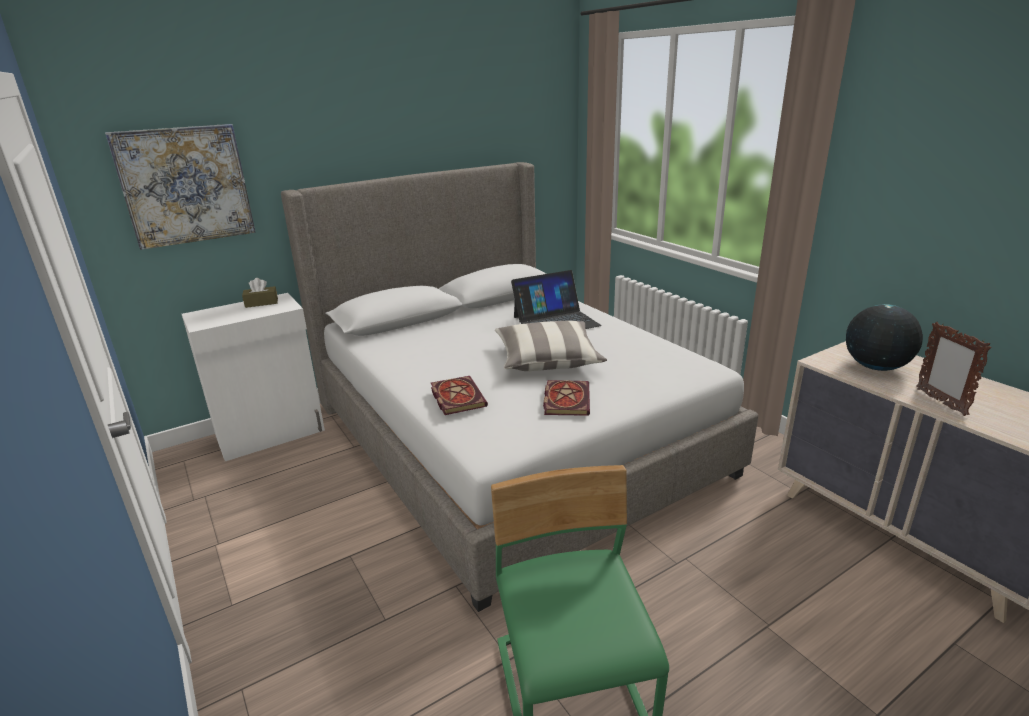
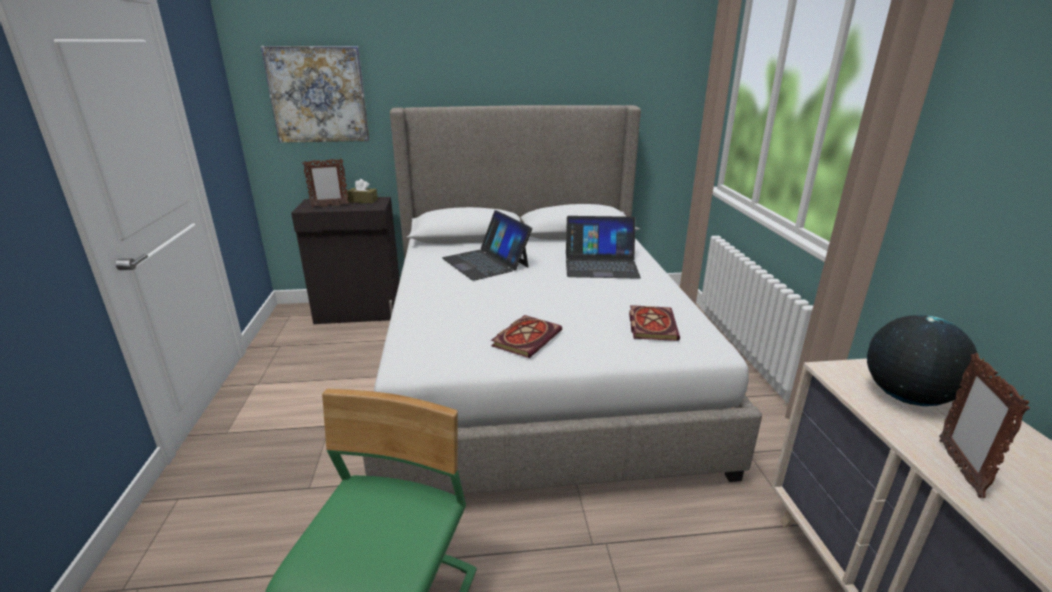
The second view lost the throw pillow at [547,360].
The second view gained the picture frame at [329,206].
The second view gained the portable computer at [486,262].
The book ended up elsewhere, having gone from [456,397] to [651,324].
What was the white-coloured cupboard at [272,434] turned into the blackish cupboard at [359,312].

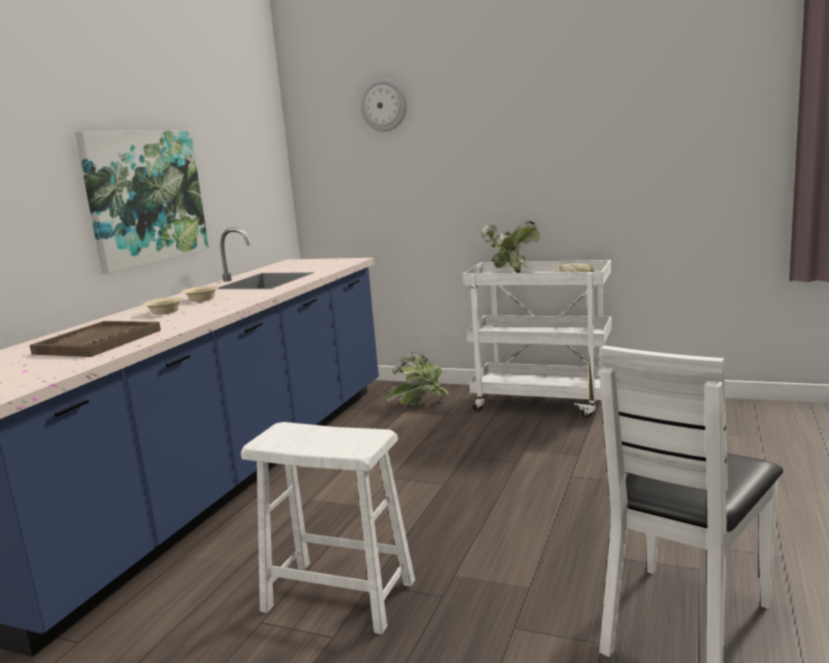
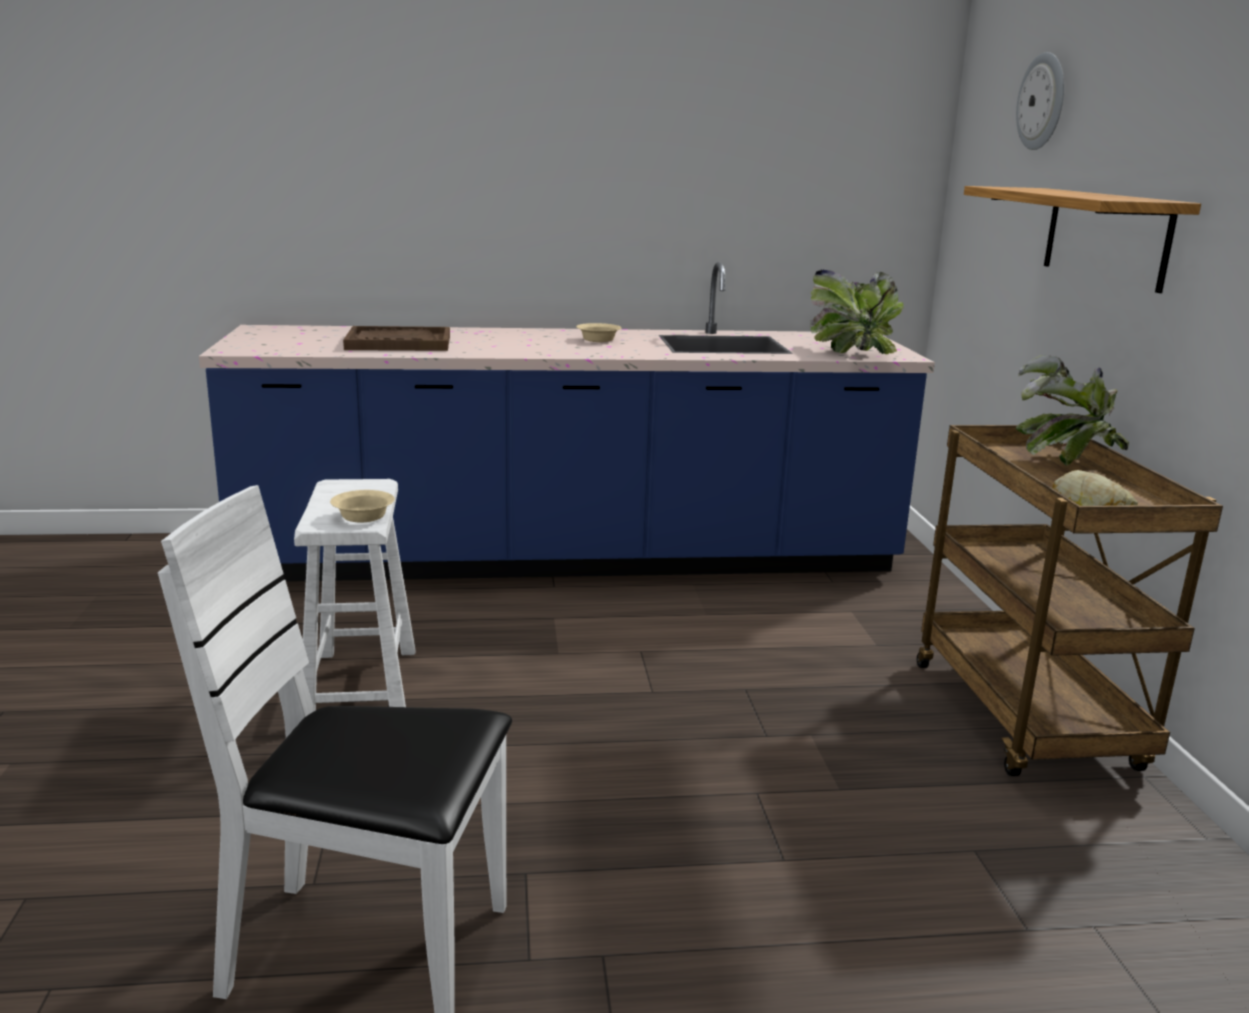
The second view lost the wall picture at [145,197].
The second view gained the shelf at [1105,237].
The beige bowl ended up elsewhere, having gone from [164,312] to [362,517].
The houseplant ended up elsewhere, having gone from [418,403] to [852,353].
What was the white-coloured wheeled cart at [543,402] turned into the brown wheeled cart at [1028,719].

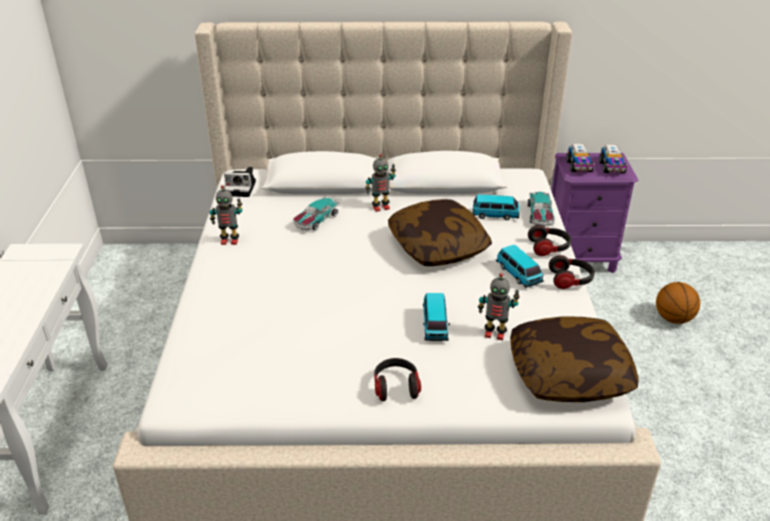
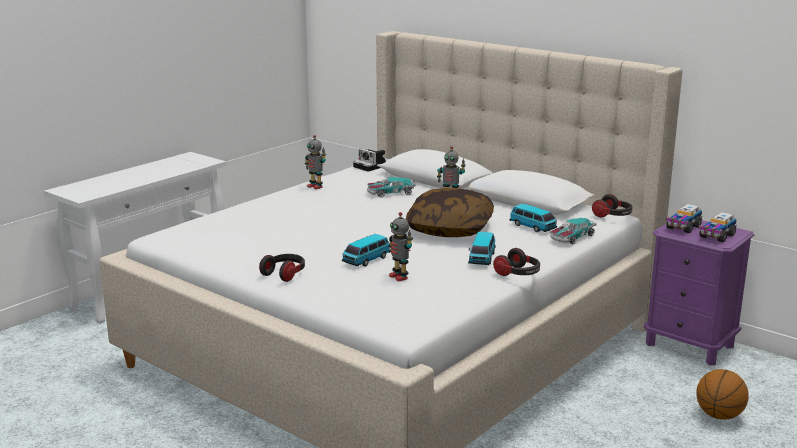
The second view lost the throw pillow at [569,374].
The headphones ended up elsewhere, having gone from [549,248] to [613,215].

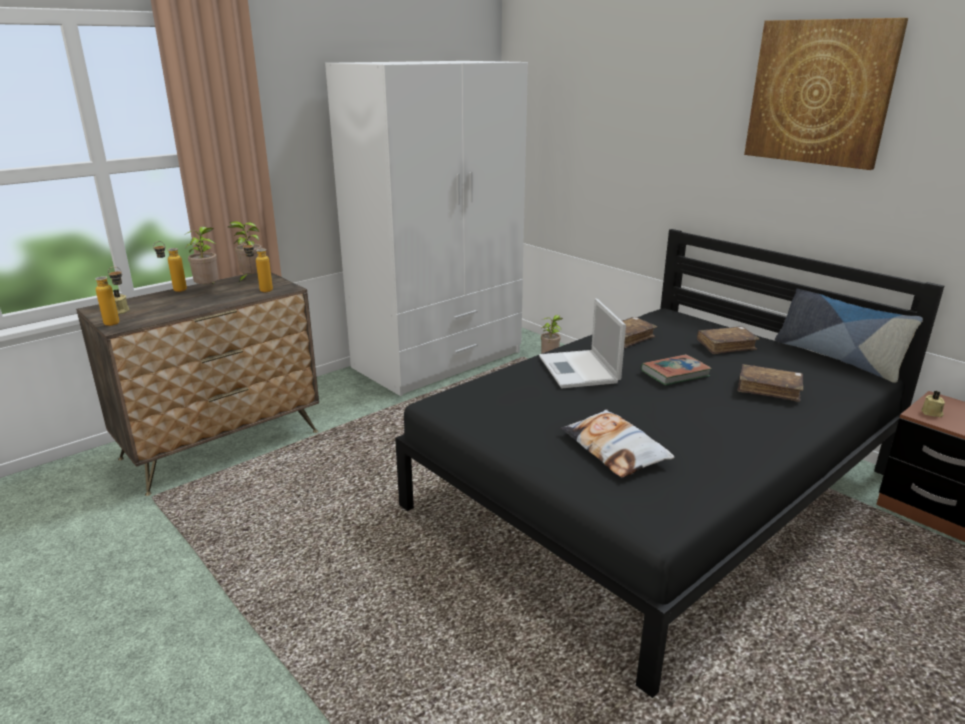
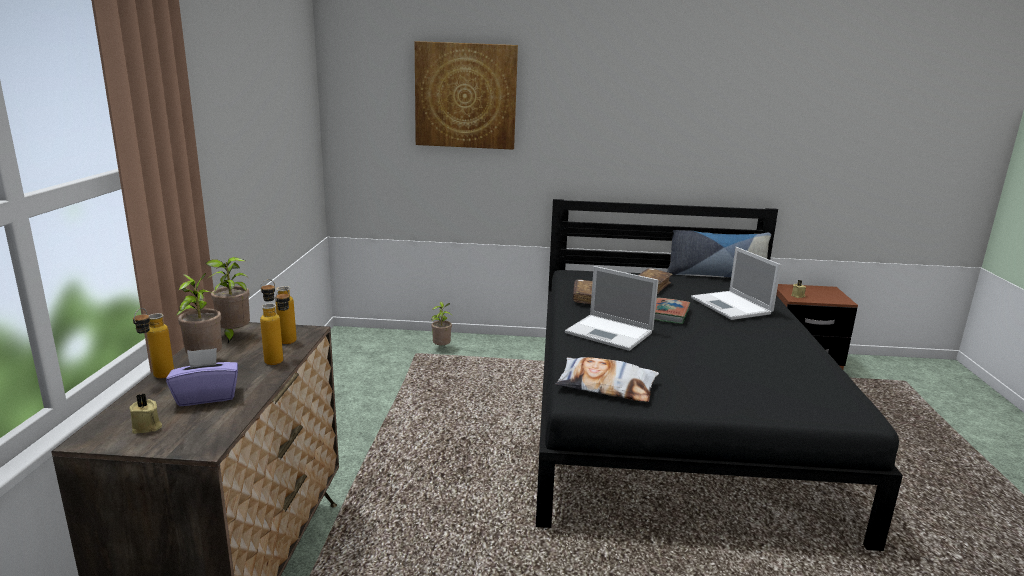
The second view lost the white-coloured armoire at [439,360].
The second view gained the purple tissue box at [207,396].
The beverage bottle ended up elsewhere, having gone from [118,323] to [280,359].
The throw pillow ended up elsewhere, having gone from [614,450] to [606,386].
The wall picture ended up elsewhere, having gone from [820,93] to [465,96].
Where the brown book stood at [769,389], the portable computer came to stand at [732,306].

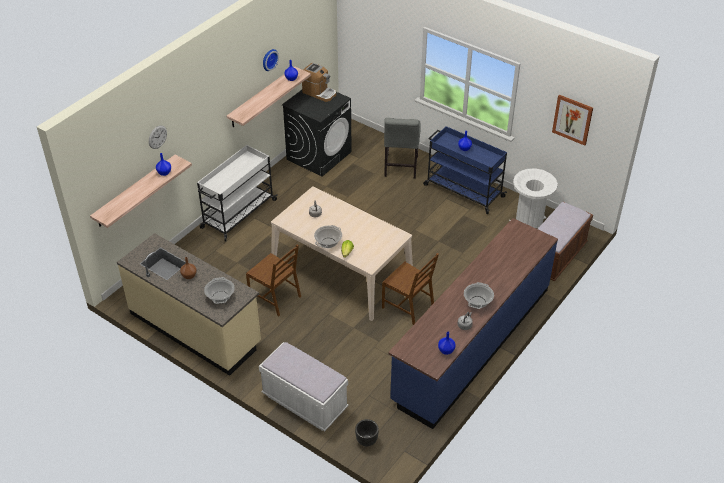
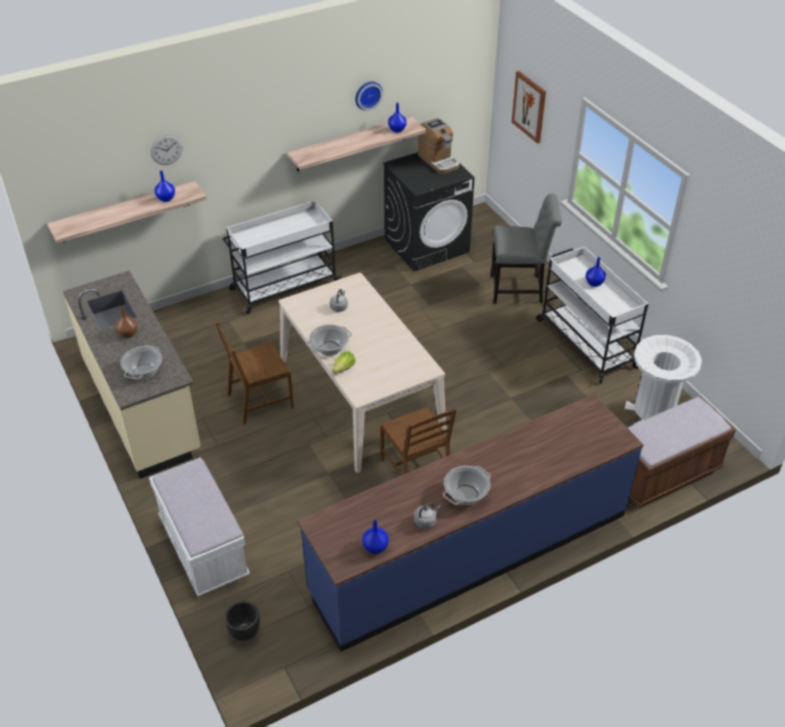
The wall picture ended up elsewhere, having gone from [572,119] to [529,106].
What was the blue-coloured wheeled cart at [463,190] turned into the white-coloured wheeled cart at [585,342].
The brown chair at [276,297] ended up facing another way, 90 degrees clockwise from before.
The greyish chair at [400,168] ended up facing another way, 120 degrees counterclockwise from before.

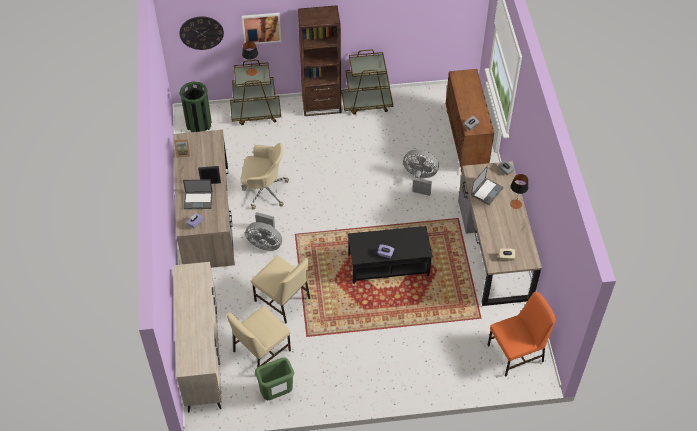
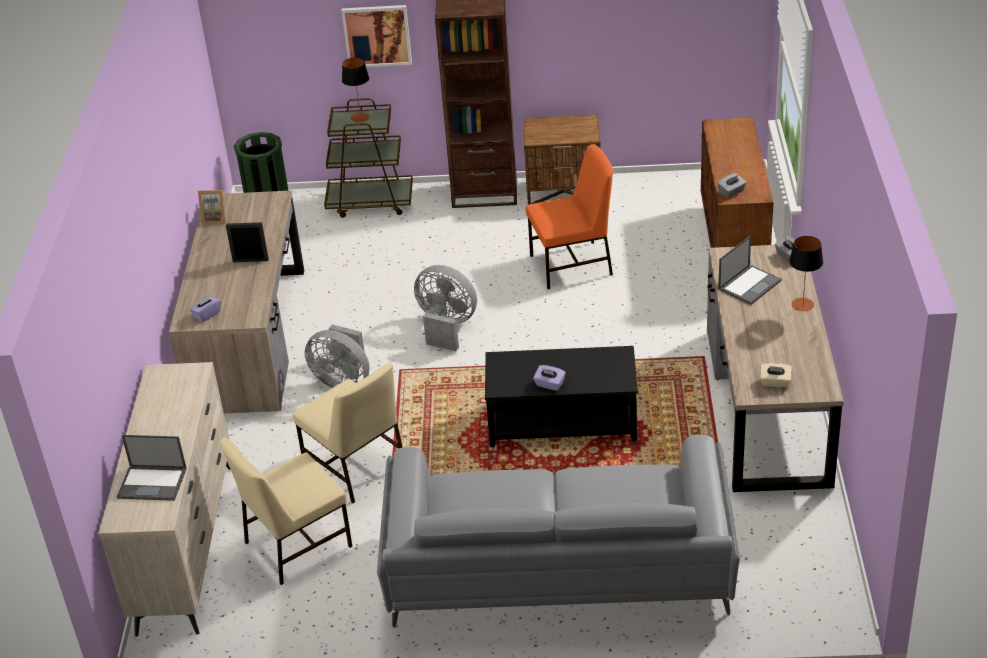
The second view lost the clock on the wall at [201,32].
The second view lost the beige office chair at [264,190].
The second view lost the green-coloured trash can at [276,394].
The second view gained the greyish couch at [557,574].
The portable computer ended up elsewhere, having gone from [198,200] to [153,483].
The greyish cooling fan ended up elsewhere, having gone from [420,179] to [446,327].
The orangey chair ended up elsewhere, having gone from [516,353] to [573,265].
Where the brown wheeled cart stood at [367,103], the brown nightstand came to stand at [564,192].

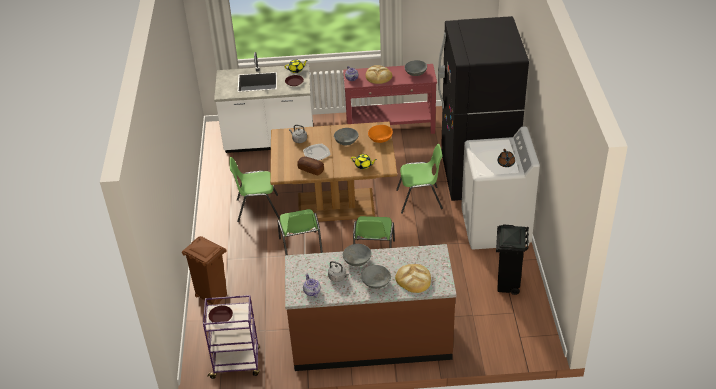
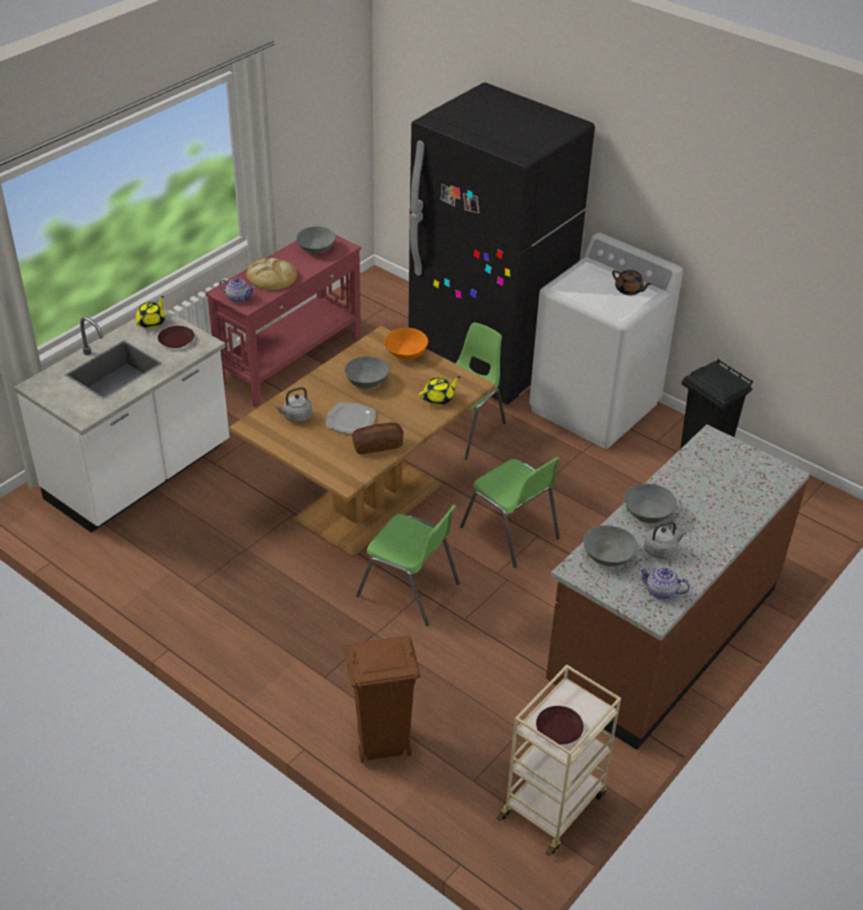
The second view lost the green-coloured chair at [257,208].
The second view lost the bakery bread at [413,279].
The greyish bowl ended up elsewhere, having gone from [375,283] to [607,557].
What was the purple wheeled cart at [236,363] turned into the beige wheeled cart at [553,805].

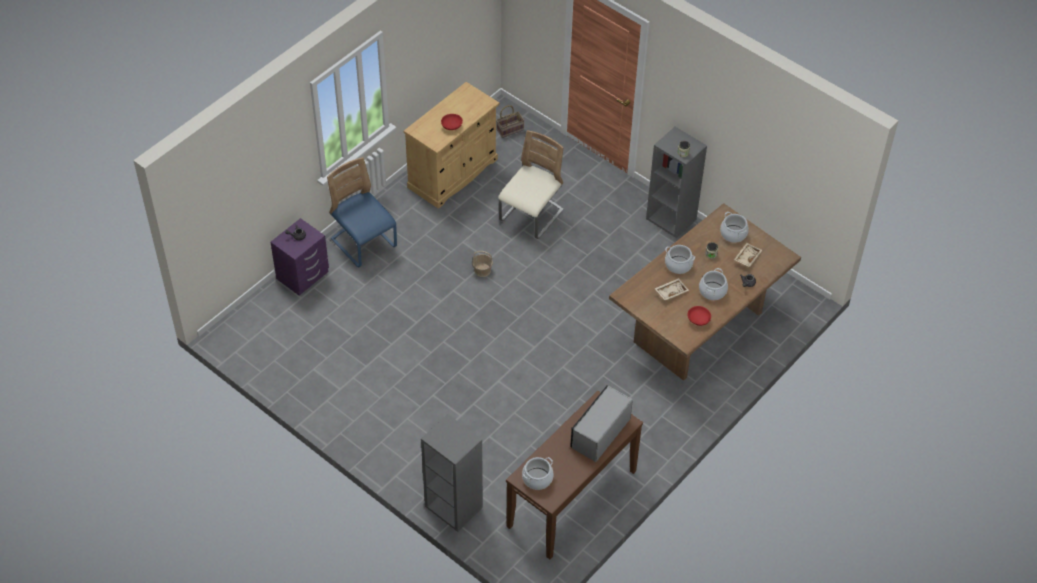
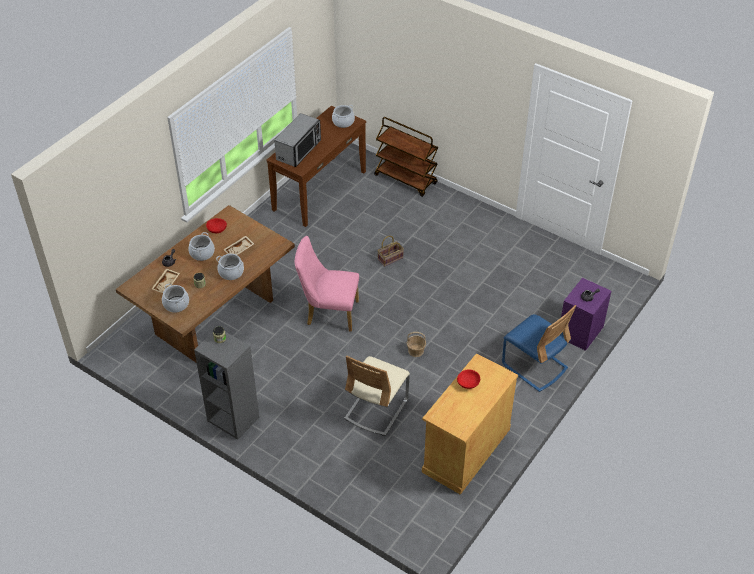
The second view gained the pinkish chair at [328,313].
The basket ended up elsewhere, having gone from [510,129] to [390,259].
Where the greyish bookshelf stood at [453,507], the brown wheeled cart came to stand at [406,179].

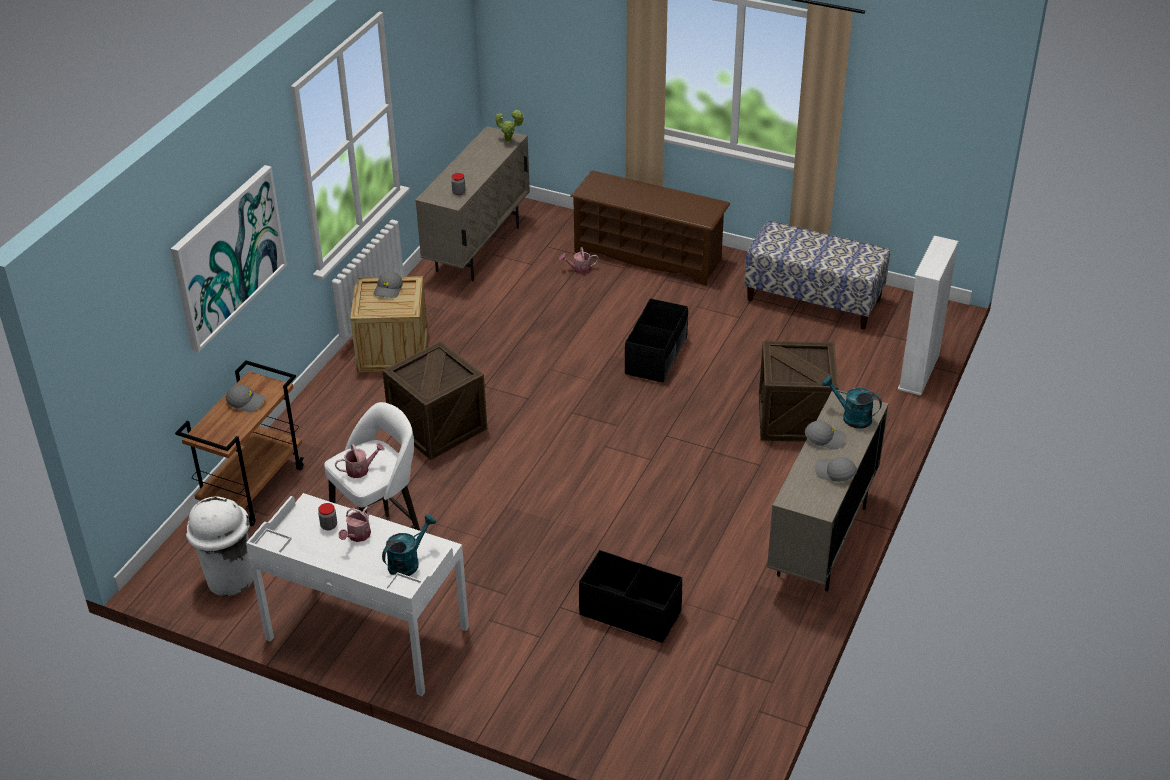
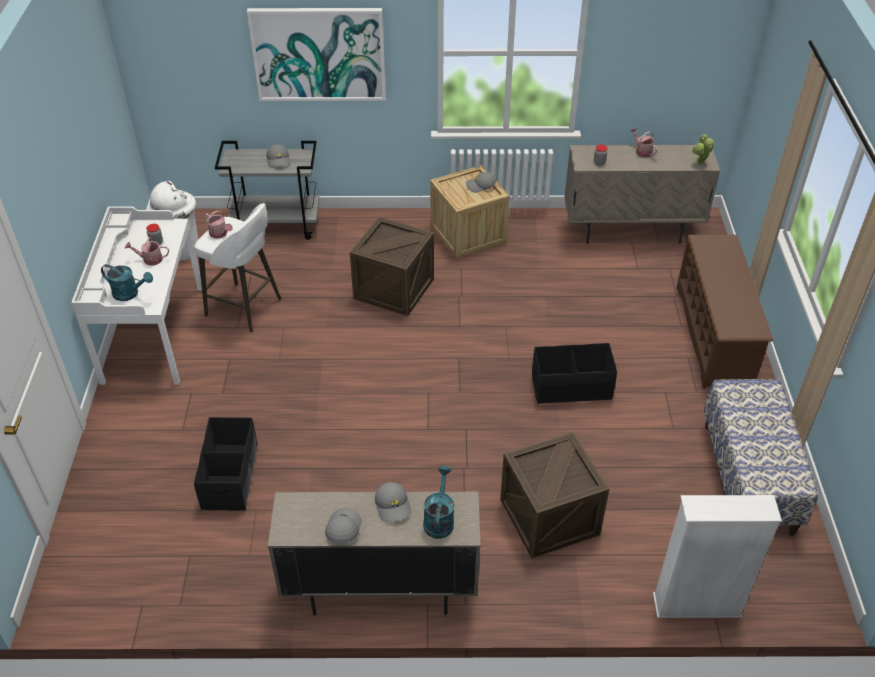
The watering pot ended up elsewhere, having gone from [579,269] to [642,151].
What was the brown wheeled cart at [253,487] turned into the greyish wheeled cart at [277,225].

